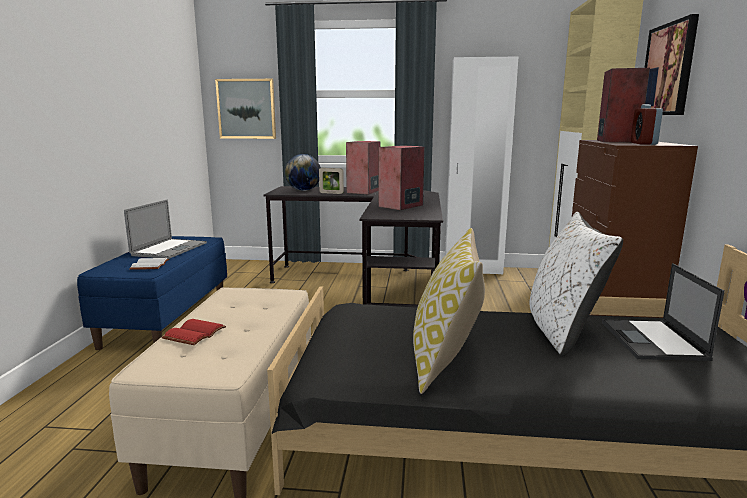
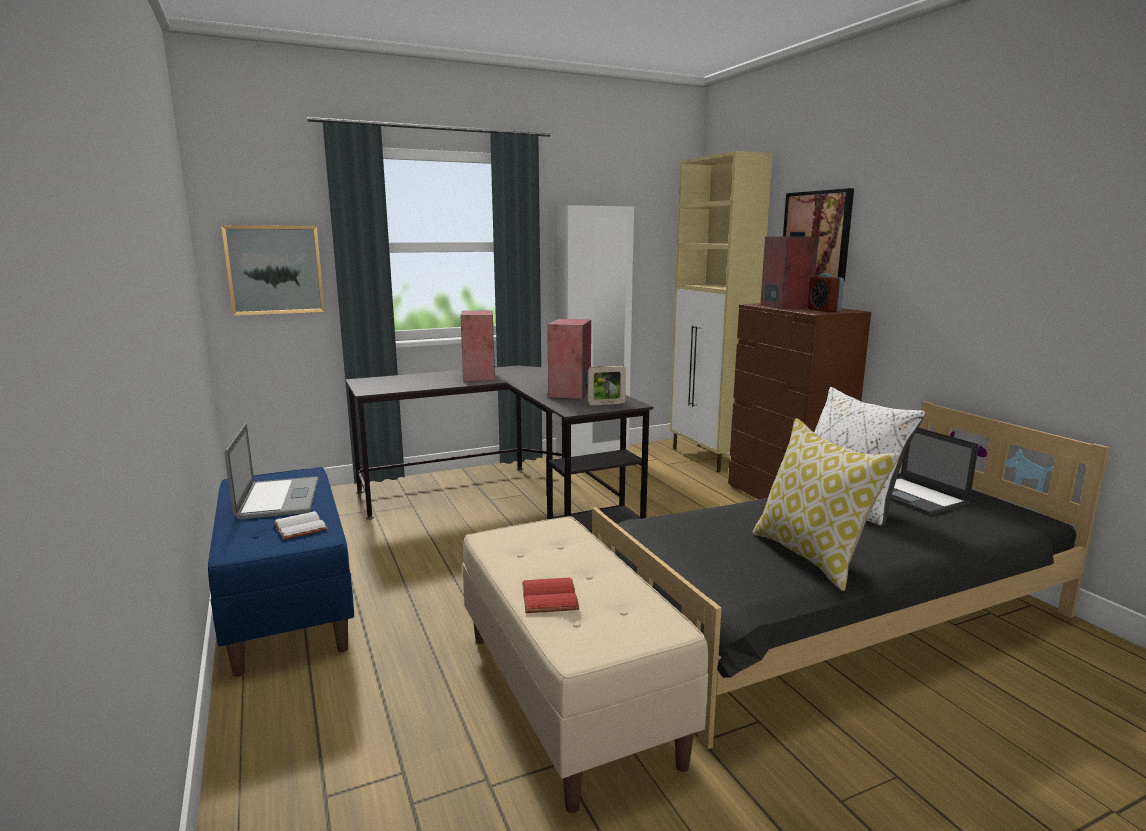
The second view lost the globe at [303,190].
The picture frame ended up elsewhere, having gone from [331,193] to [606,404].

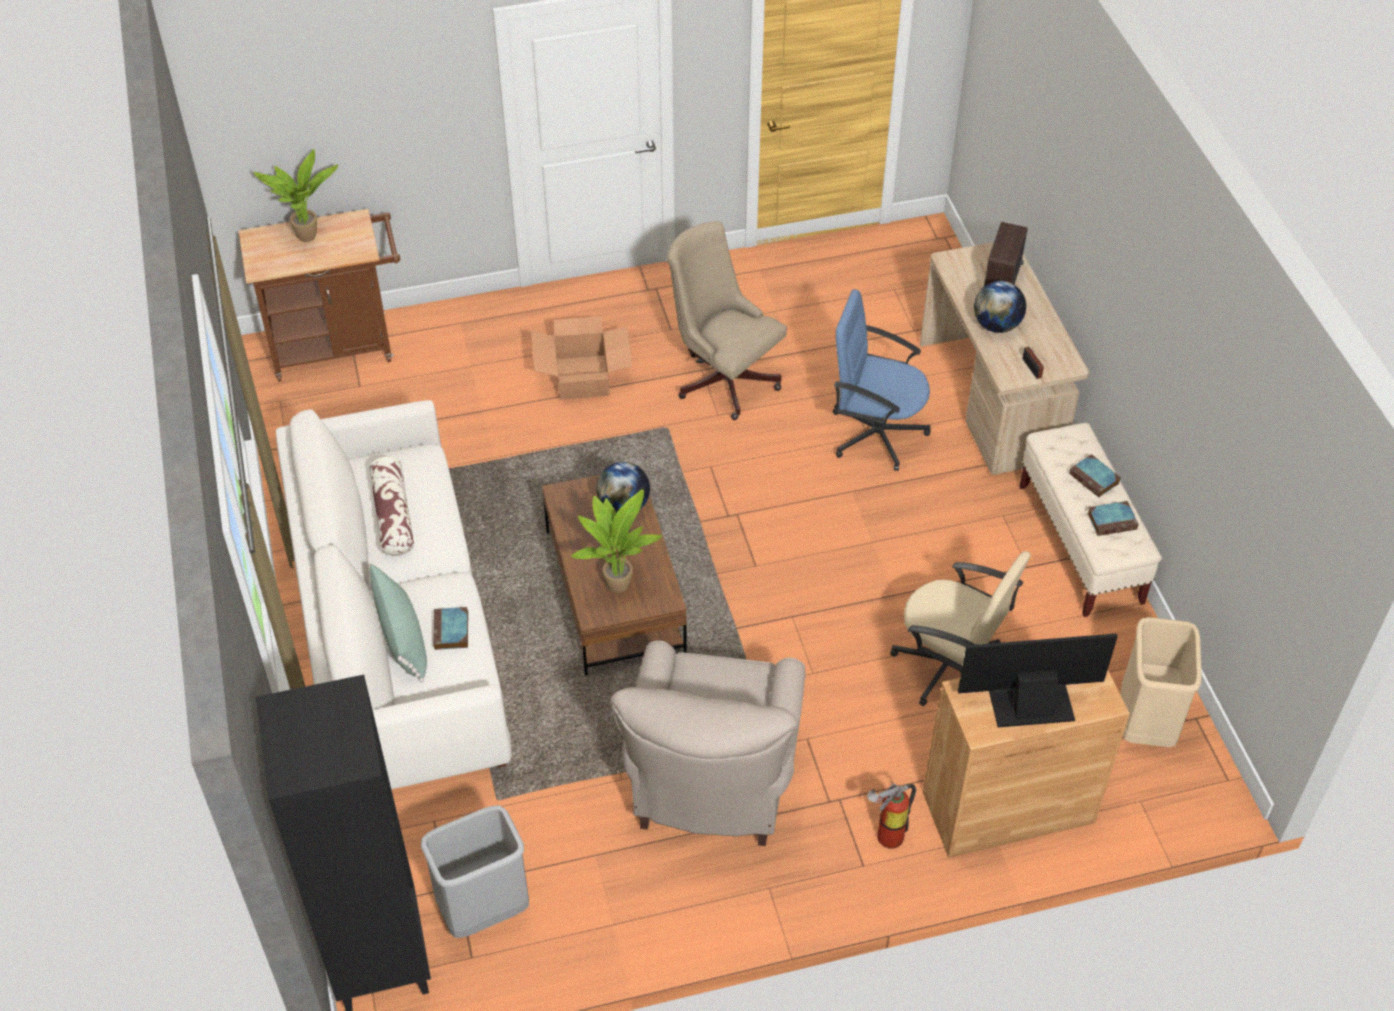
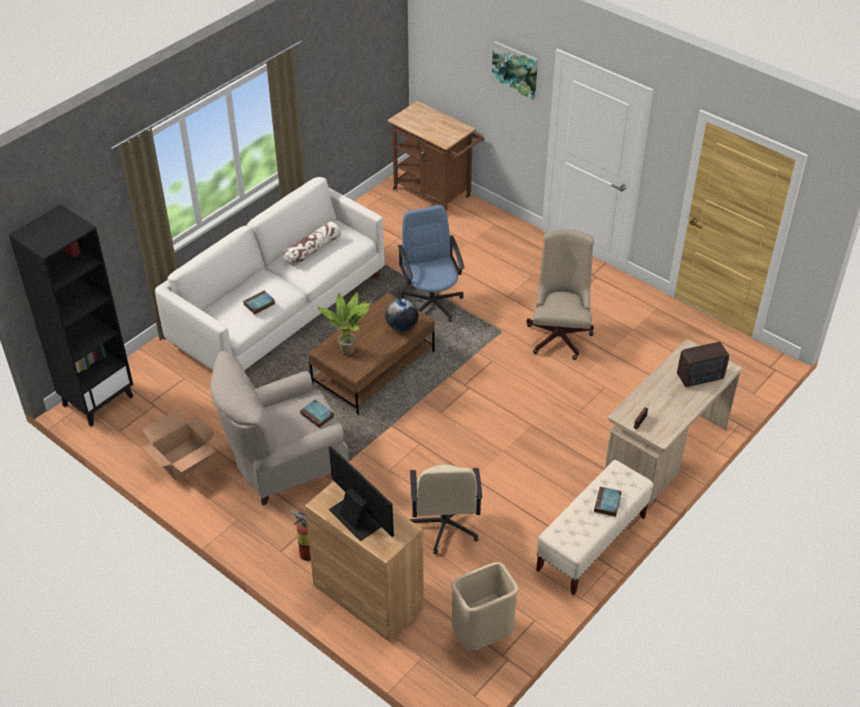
The second view lost the houseplant at [308,239].
The second view lost the green-coloured throw pillow at [402,636].
The second view lost the greyish trash can at [484,909].
The second view lost the globe at [997,325].
The second view gained the wall picture at [515,69].
The carton ended up elsewhere, having gone from [583,377] to [183,460].
The blue-coloured office chair ended up elsewhere, having gone from [875,433] to [432,303].
The book ended up elsewhere, having gone from [1112,520] to [318,416].

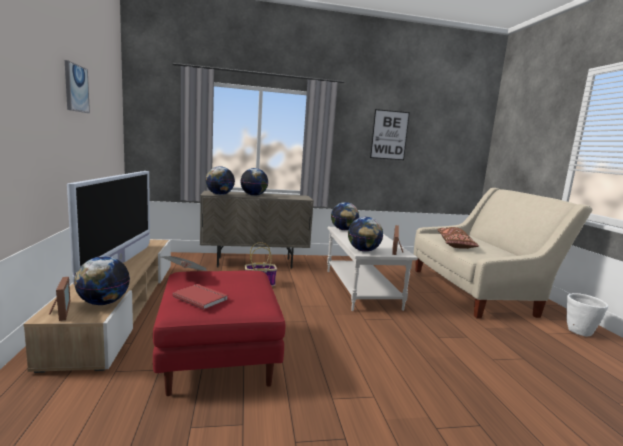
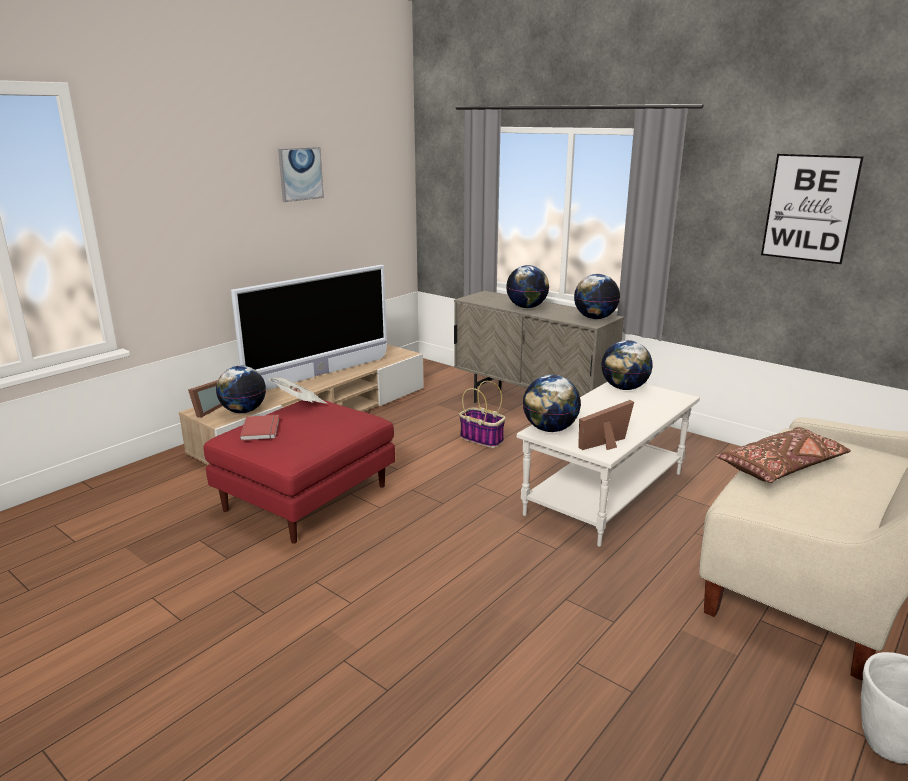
The globe ended up elsewhere, having gone from [219,194] to [595,318].

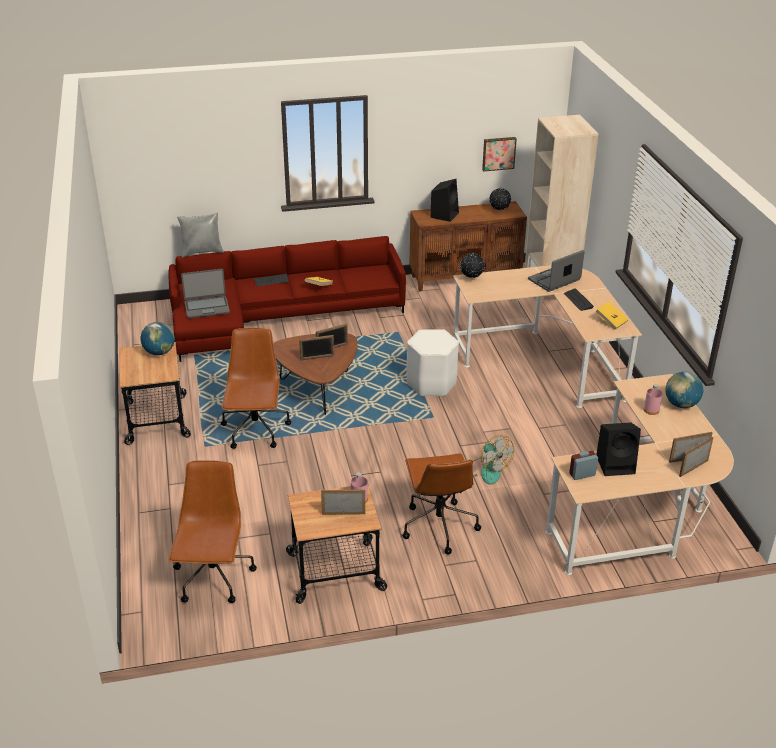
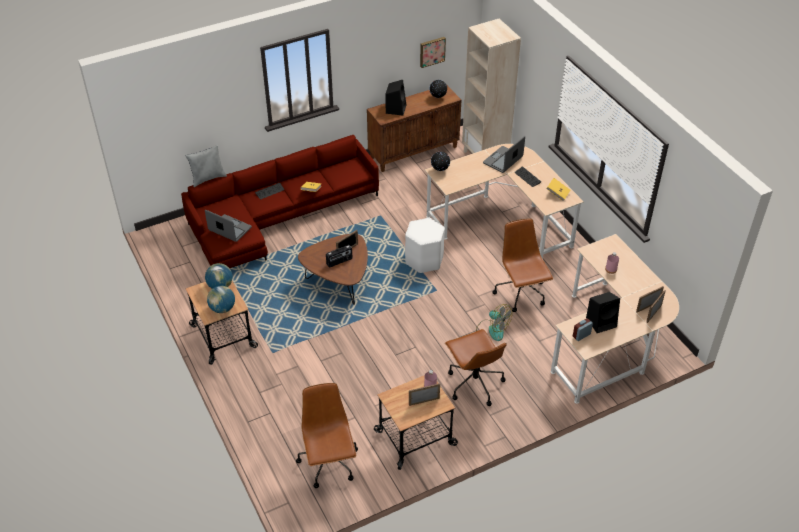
The brown office chair ended up elsewhere, having gone from [255,431] to [521,294].
The globe ended up elsewhere, having gone from [681,404] to [222,308].
Where the picture frame stood at [317,358], the radio set came to stand at [339,262].
The portable computer at [207,307] ended up facing another way, 120 degrees counterclockwise from before.

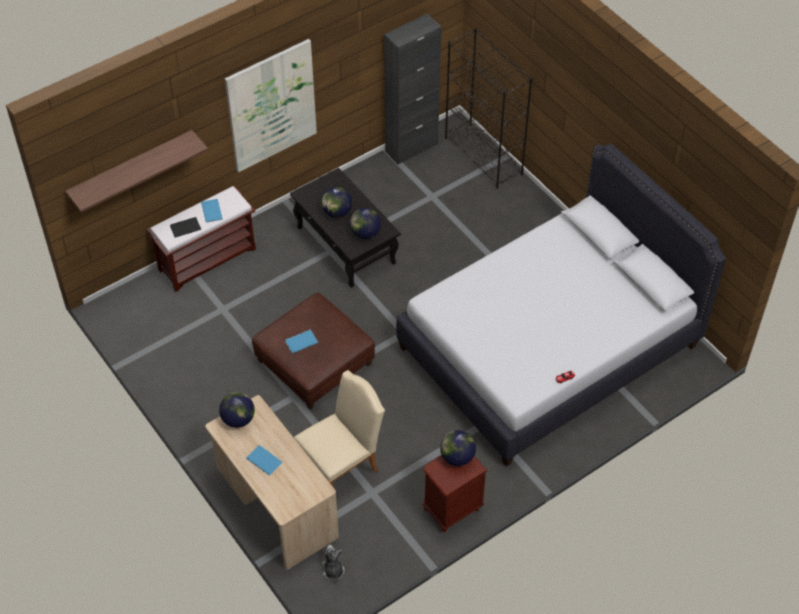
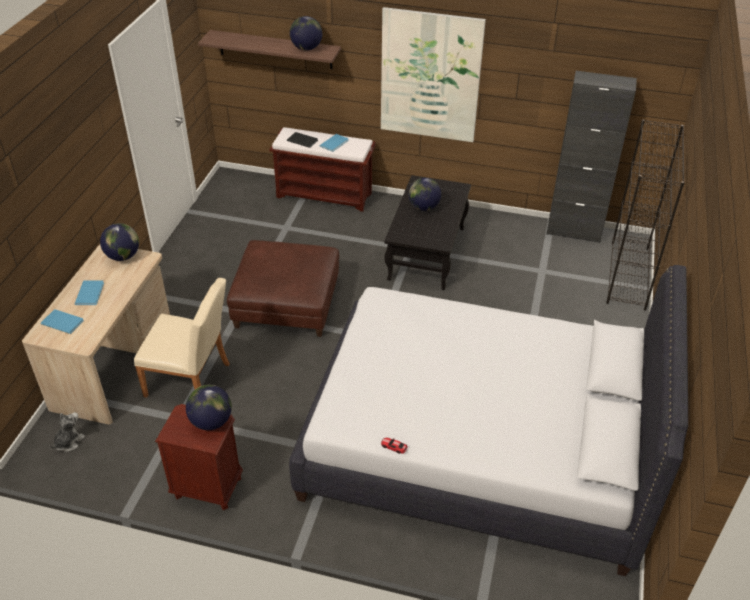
The blue-coloured book ended up elsewhere, having gone from [300,341] to [62,321].
The globe ended up elsewhere, having gone from [365,233] to [306,48].

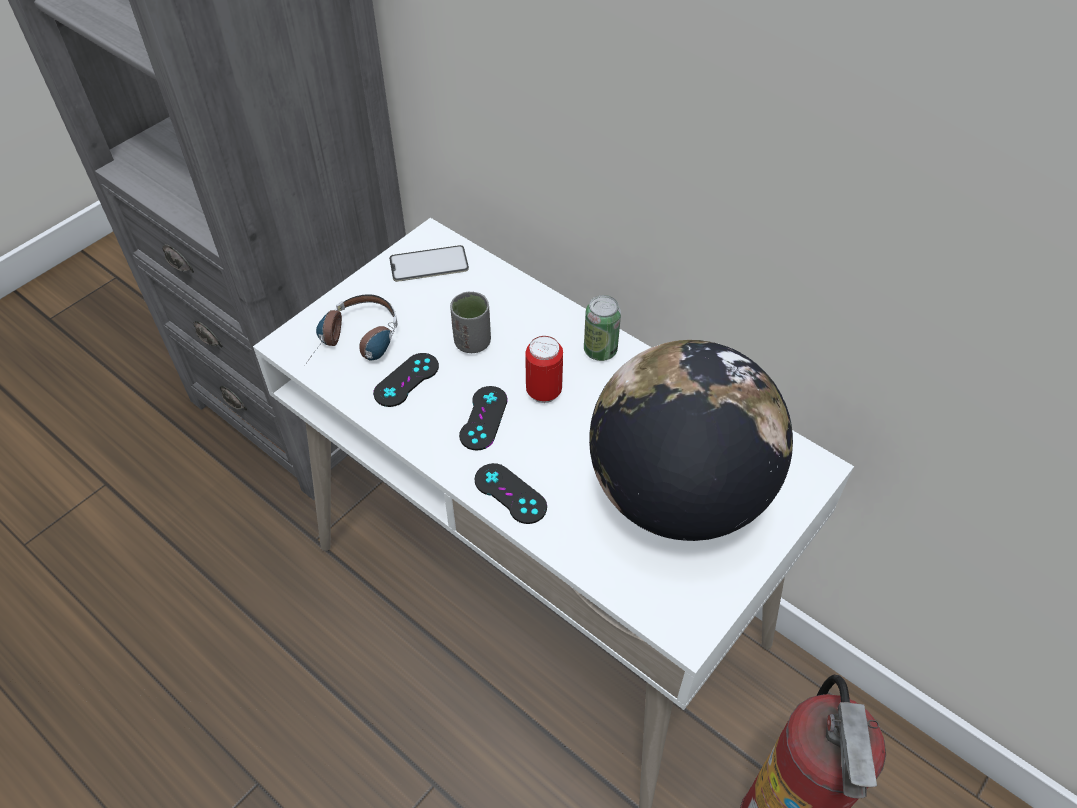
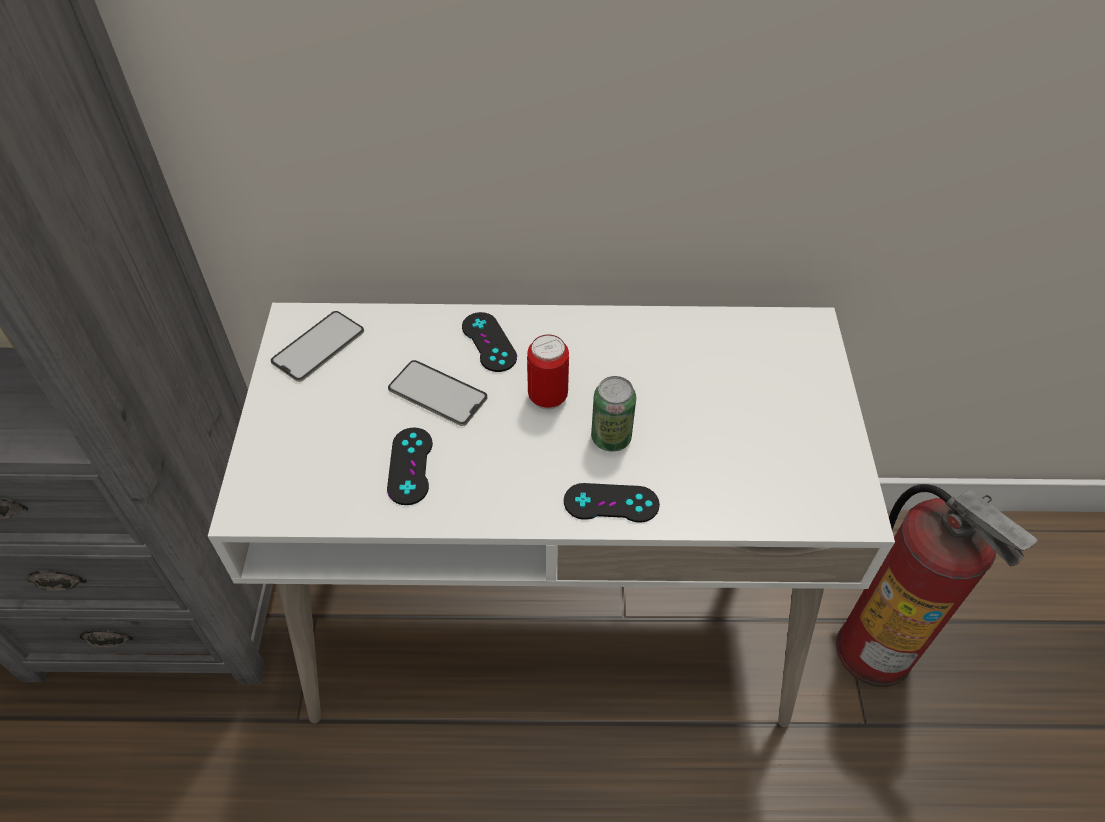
The second view lost the headphones at [356,345].
The second view lost the globe at [677,494].
The blackish game controller ended up elsewhere, having gone from [483,418] to [489,342].
The metal can ended up elsewhere, having gone from [600,350] to [611,438].
Where the greyish drinking cup stood at [472,342], the phone came to stand at [437,393].

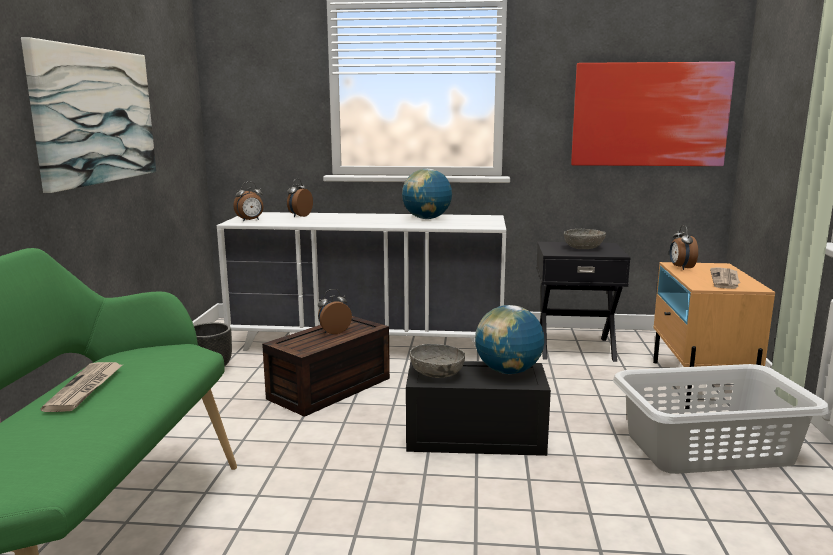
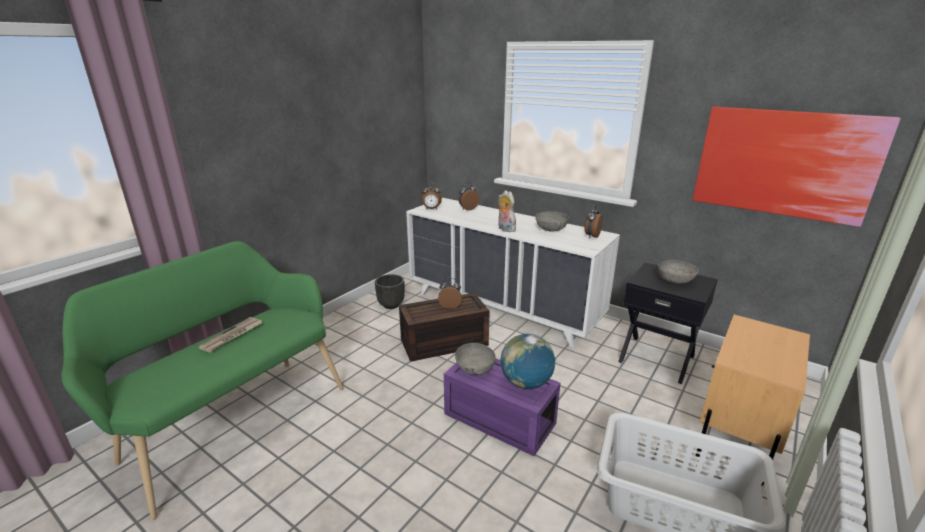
The second view lost the wall picture at [95,116].
The second view lost the newspaper at [725,280].
The second view gained the soft toy at [505,229].
The bedside clock ended up elsewhere, having gone from [680,268] to [591,236].
Where the globe stood at [426,218], the greyish bowl came to stand at [551,228].
What was the blackish storage container at [473,437] turned into the purple storage container at [497,419].

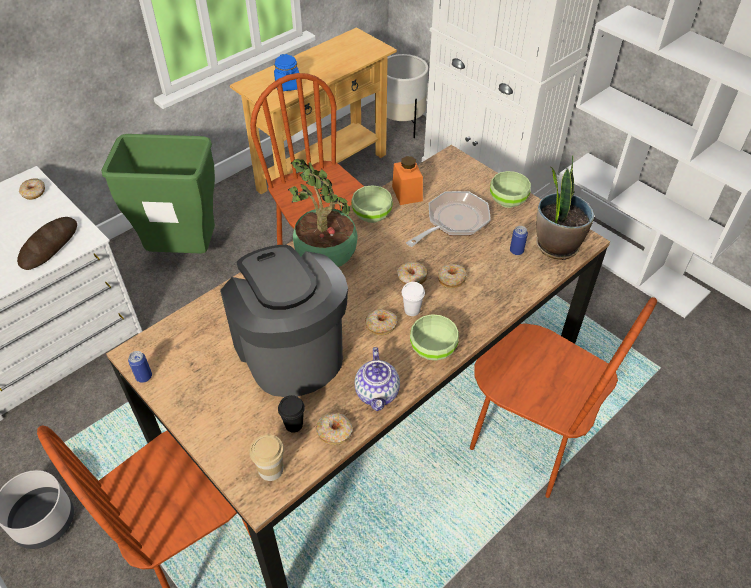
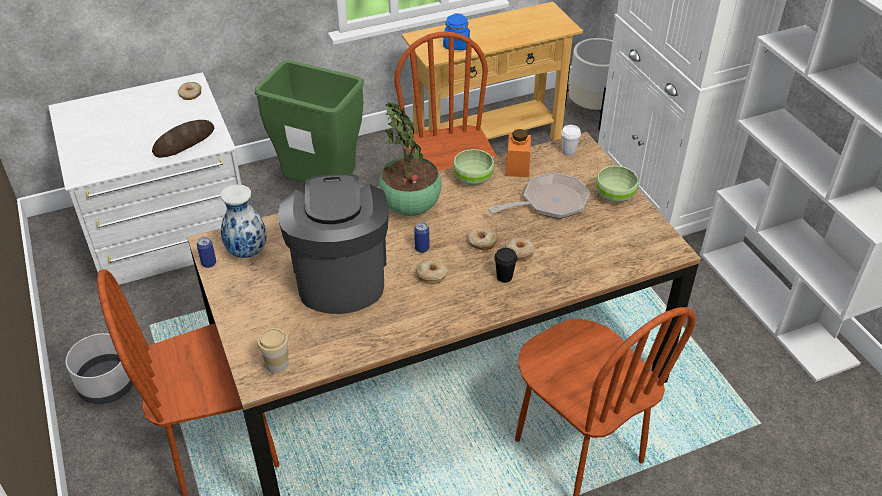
The second view lost the donut at [335,432].
The second view lost the tea pot at [377,393].
The second view lost the green-coloured bowl at [432,349].
The second view lost the houseplant at [556,245].
The second view gained the flower vase at [248,251].
The blackish drinking cup ended up elsewhere, having gone from [293,425] to [504,277].
The white-coloured drinking cup ended up elsewhere, having gone from [412,310] to [568,152].
The metal can ended up elsewhere, having gone from [516,251] to [422,248].

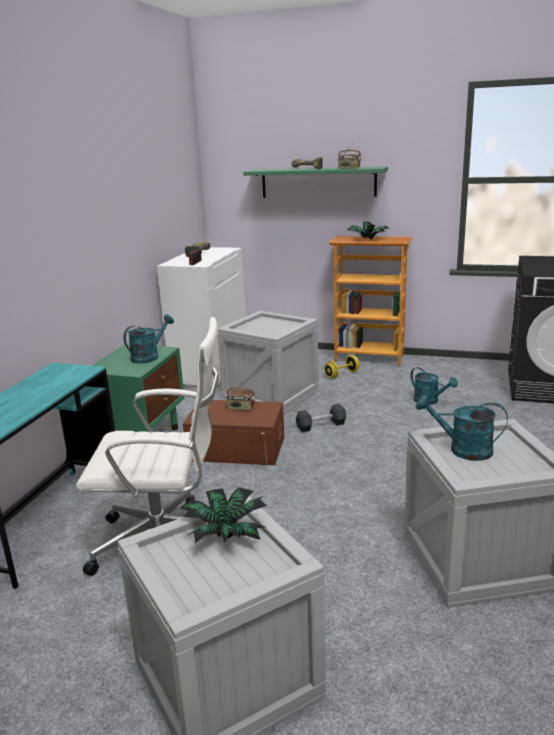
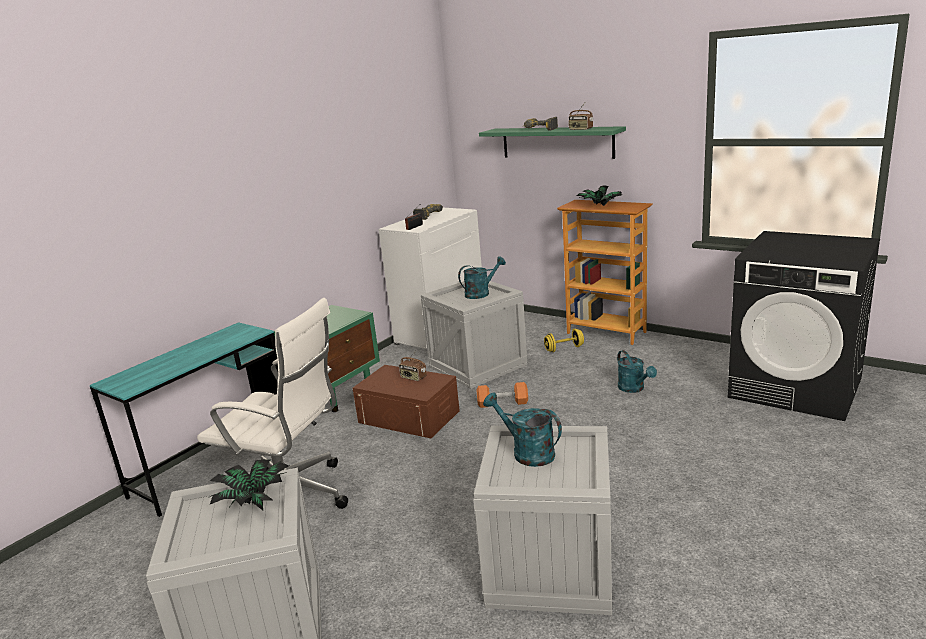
The turquoise-coloured watering pot ended up elsewhere, having gone from [149,356] to [481,293].
What was the blackish dumbbell at [321,426] turned into the orangey dumbbell at [502,403].

